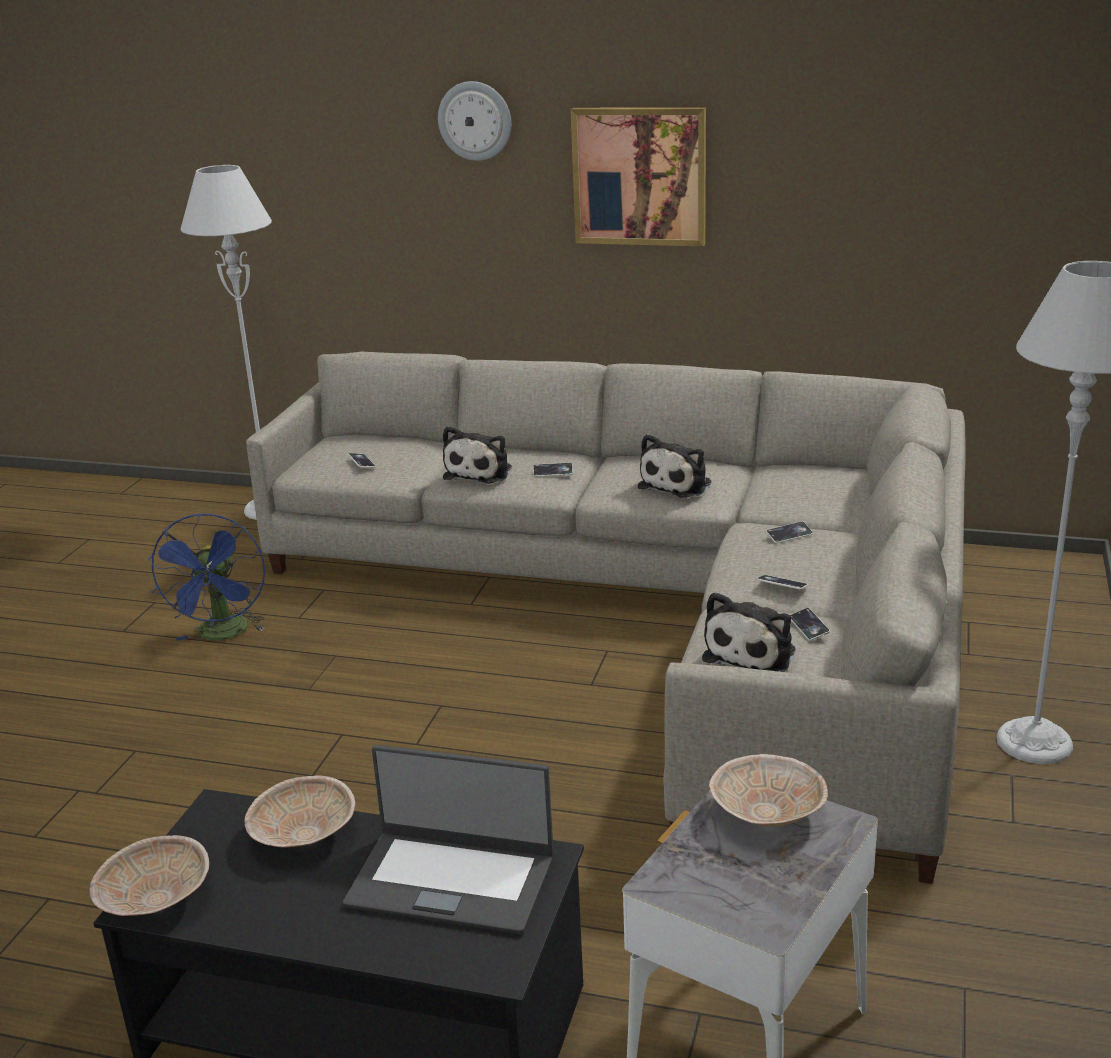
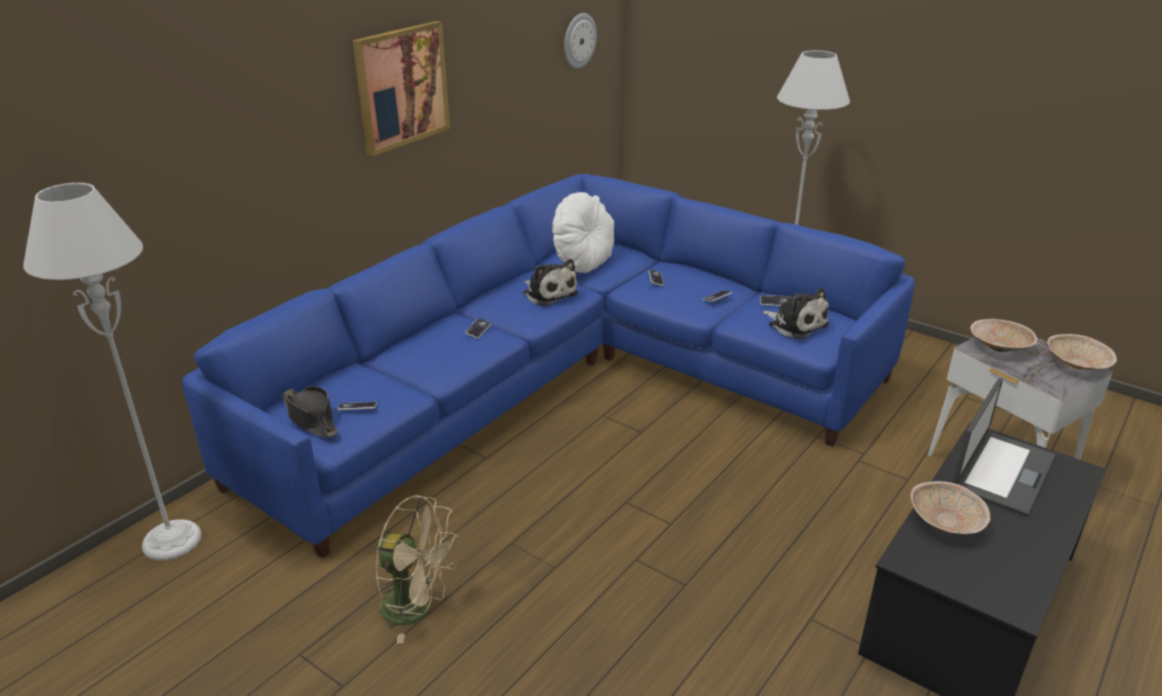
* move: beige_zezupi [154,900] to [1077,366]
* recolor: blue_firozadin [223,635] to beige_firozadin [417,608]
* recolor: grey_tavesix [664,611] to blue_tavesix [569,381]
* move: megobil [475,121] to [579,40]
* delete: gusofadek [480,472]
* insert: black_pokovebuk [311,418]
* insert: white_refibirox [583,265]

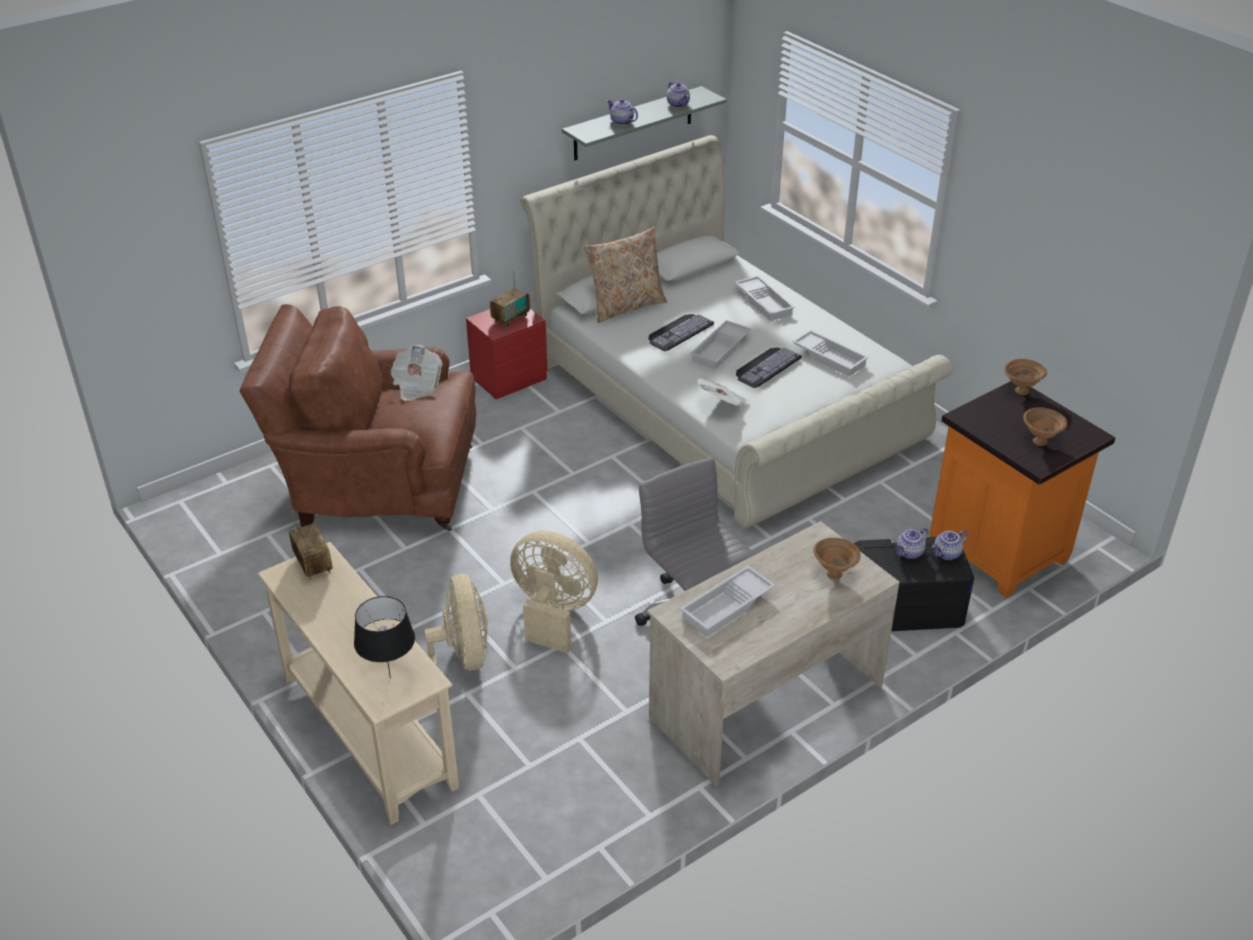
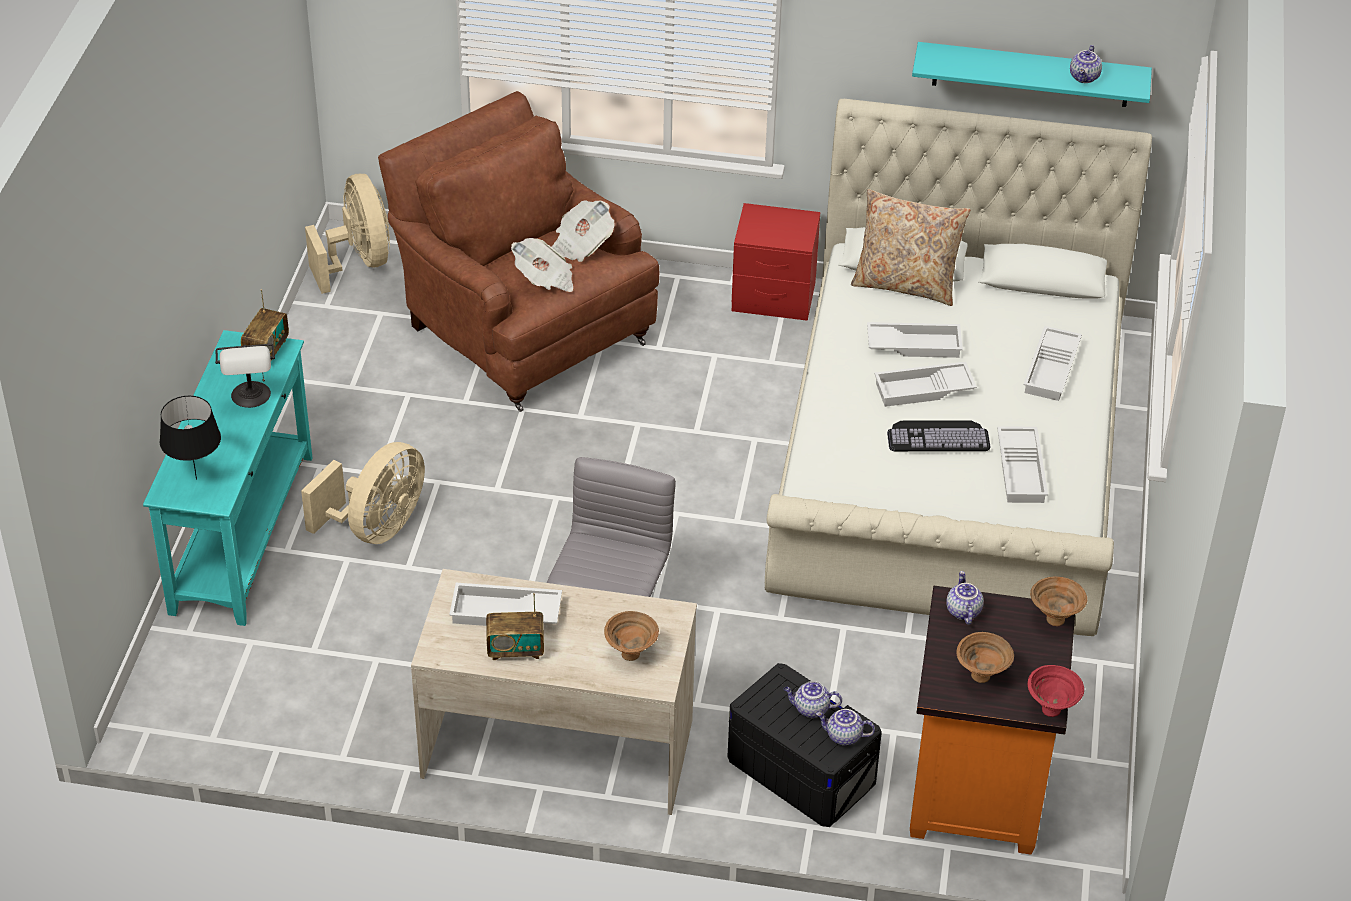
* recolor: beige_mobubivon [367,731] to turquoise_mobubivon [242,533]
* move: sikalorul [510,318] to [515,649]
* move: beige_firozadin [553,613] to [358,262]
* recolor: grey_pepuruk [633,124] to turquoise_pepuruk [1031,74]
* move: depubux [621,122] to [962,611]
* replace: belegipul [678,331] to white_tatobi [914,344]
* move: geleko [722,404] to [544,279]
* insert: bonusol [252,400]
* insert: red_zezupi [1051,708]

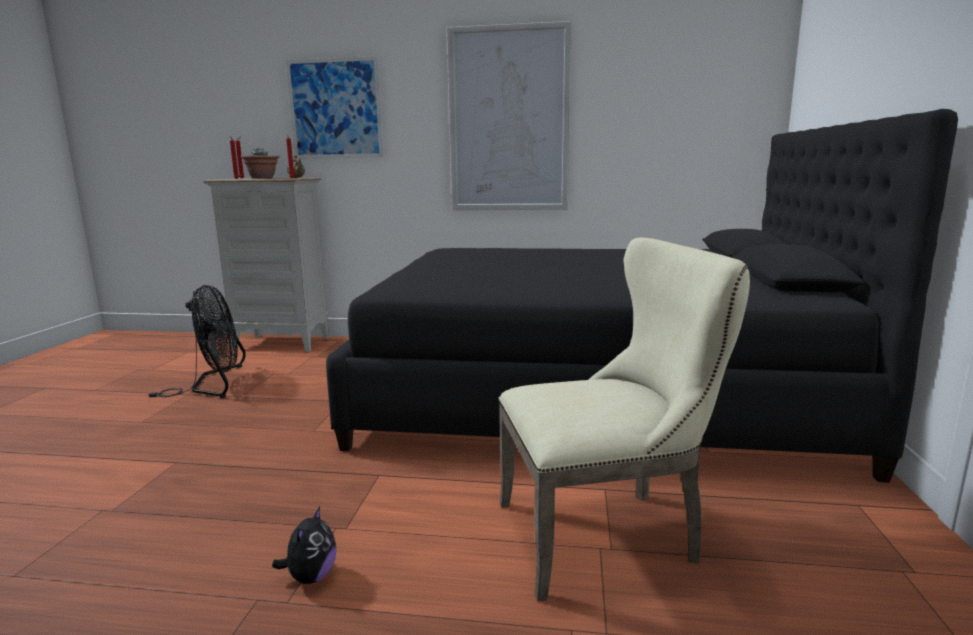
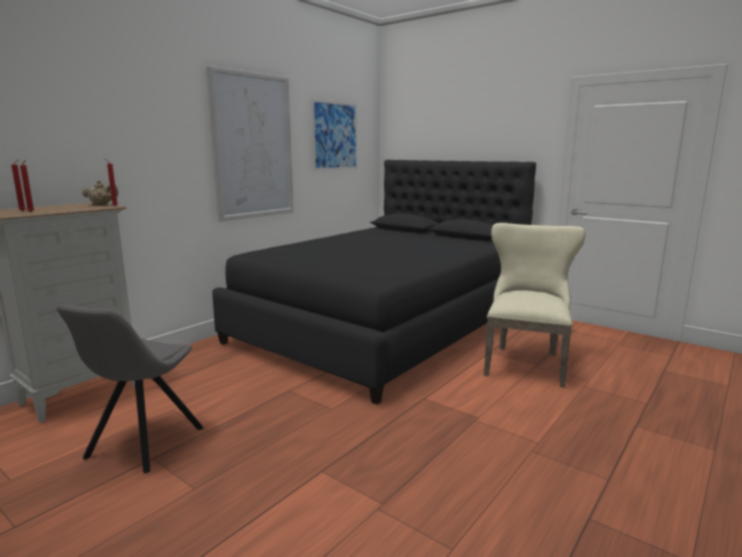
* replace: black_firozadin [212,384] to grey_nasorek [144,442]
* delete: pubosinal [262,178]
* delete: gusofadek [311,576]
* move: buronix [335,109] to [335,136]

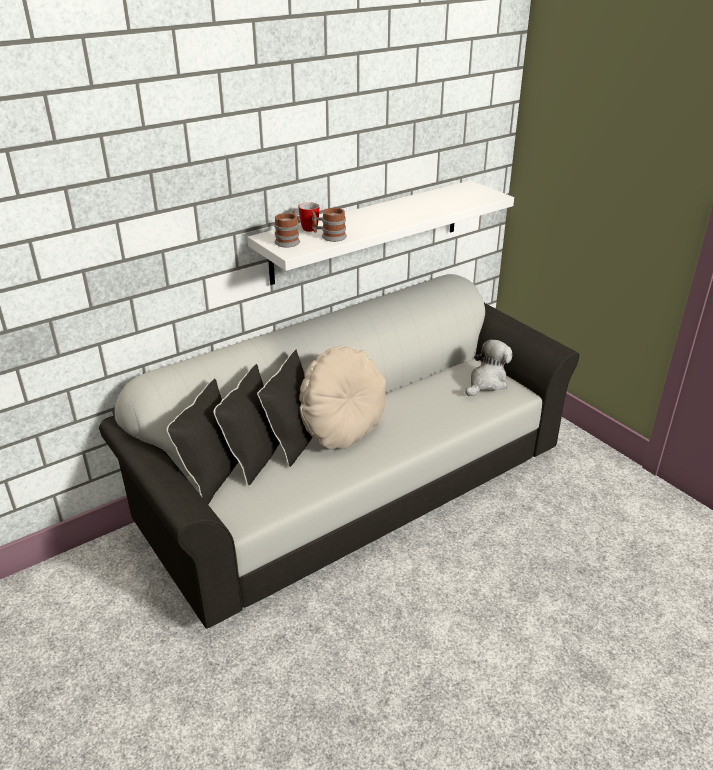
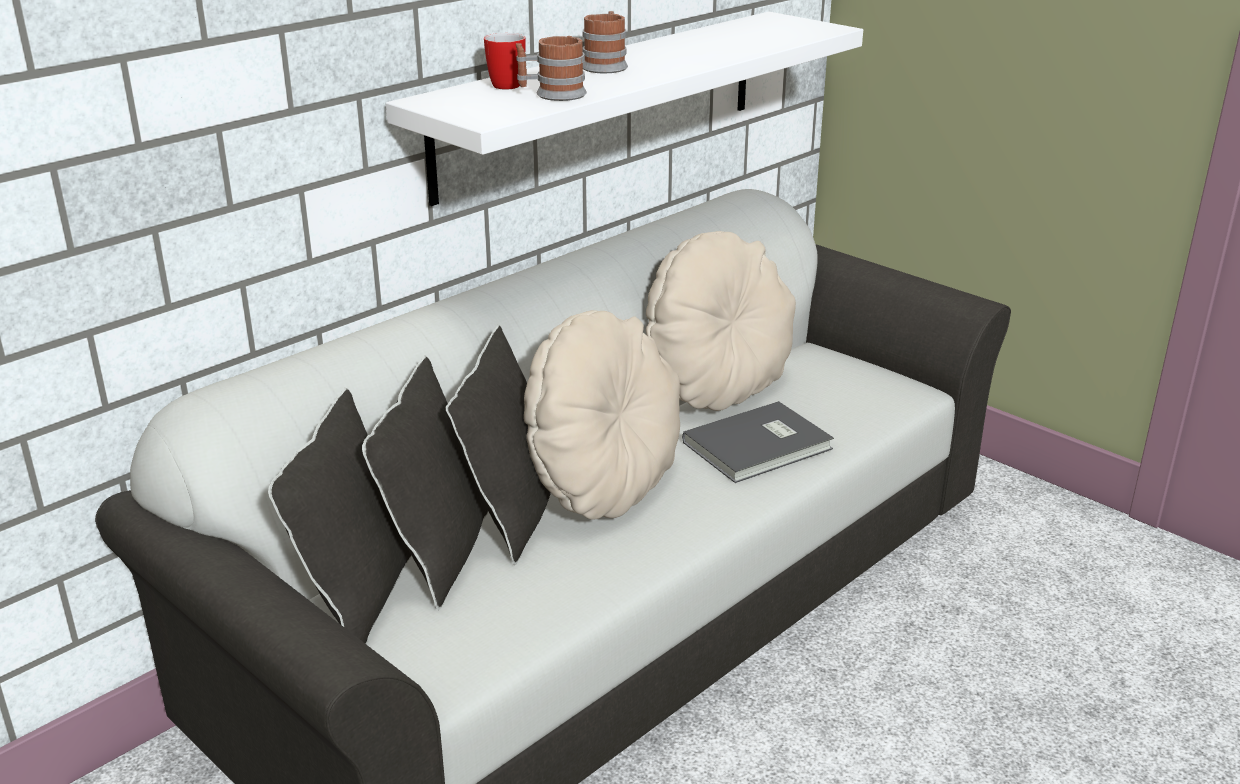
* move: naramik [289,241] to [606,65]
* delete: gusofadek [487,383]
* insert: beige_refibirox [718,392]
* insert: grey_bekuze [761,446]

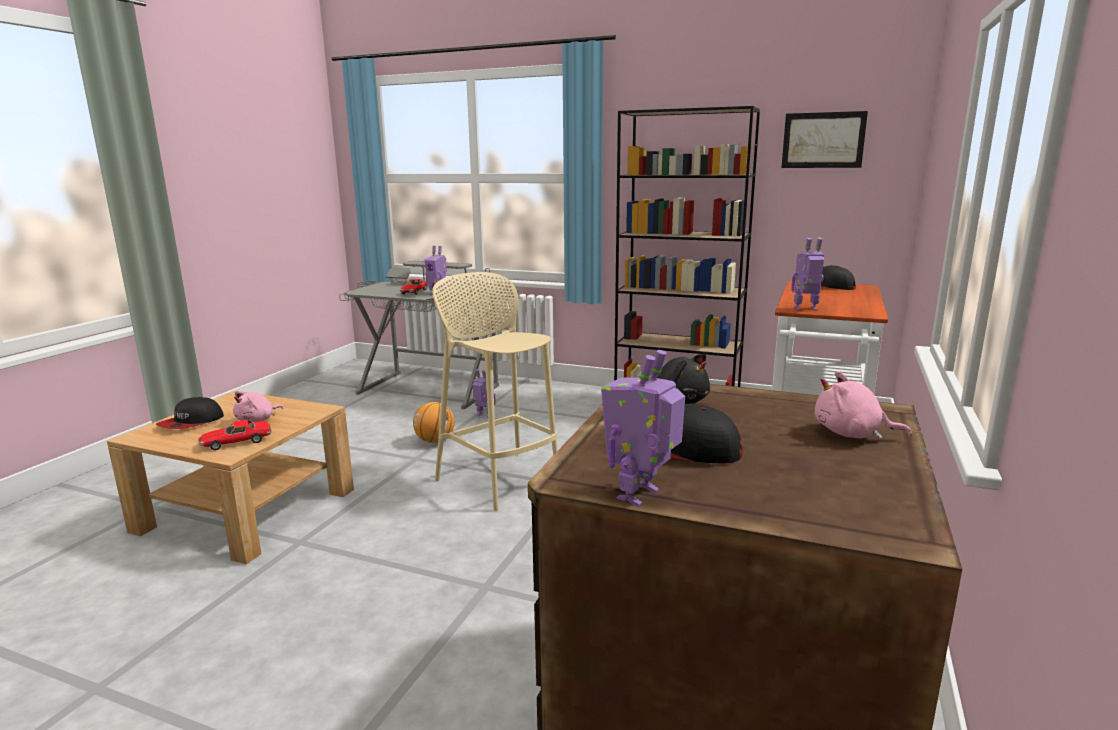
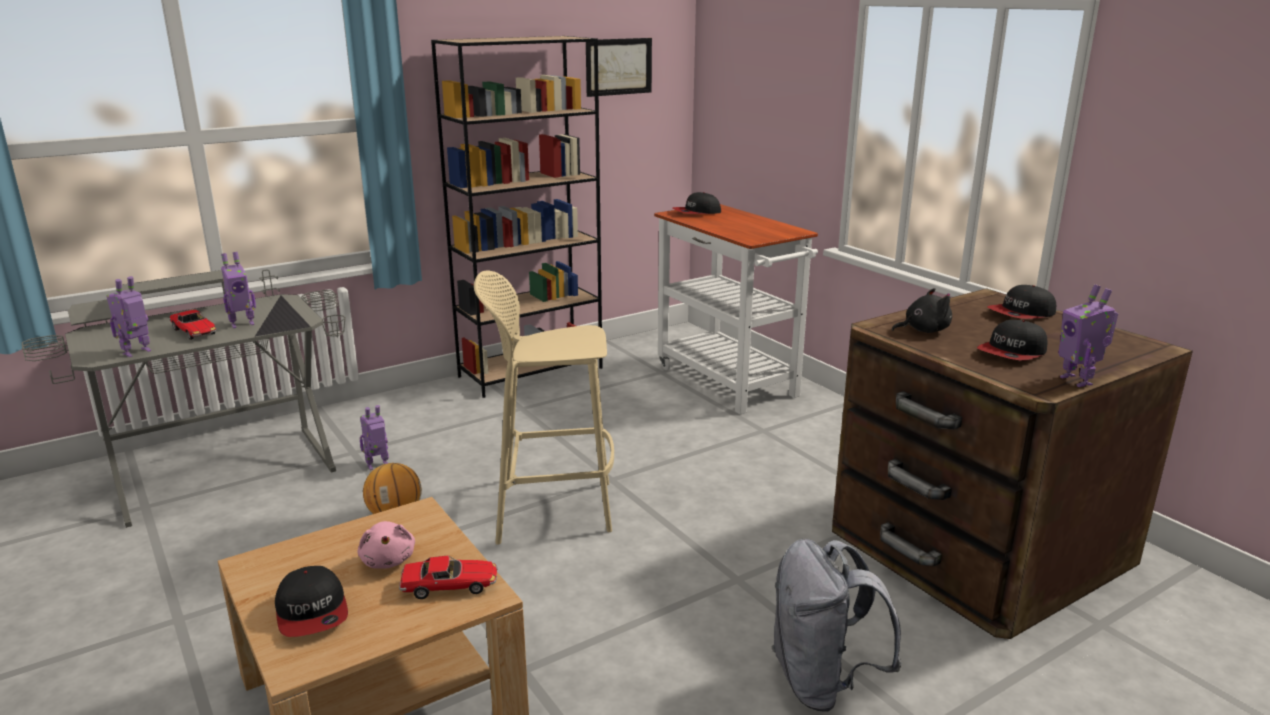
* rotate: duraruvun [236,442] = [450,586] 105 degrees counterclockwise
* move: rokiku [806,309] to [137,352]
* replace: pink_gusofadek [851,434] to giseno [1021,314]
* insert: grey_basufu [822,683]

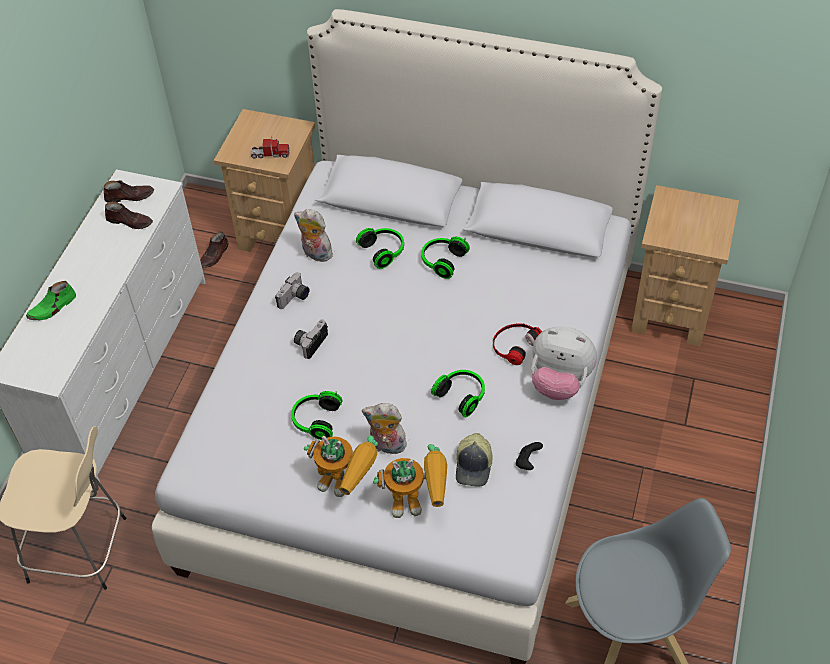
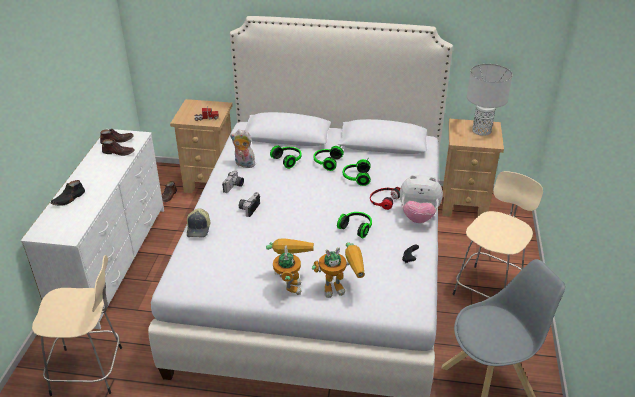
* recolor: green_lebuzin [52,308] to black_lebuzin [69,199]
* move: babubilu [315,420] to [356,178]
* rotate: rokiku [347,484] = [289,282] 105 degrees counterclockwise
* delete: gusofadek [386,446]
* move: giseno [474,466] to [199,229]
* insert: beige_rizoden [488,289]
* insert: white_bonusol [481,130]

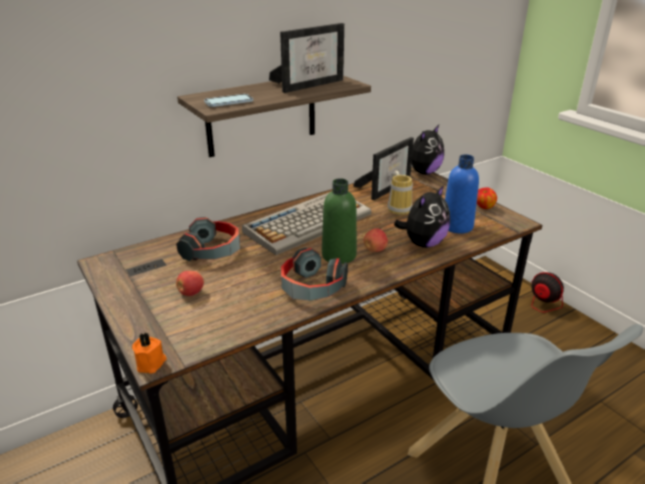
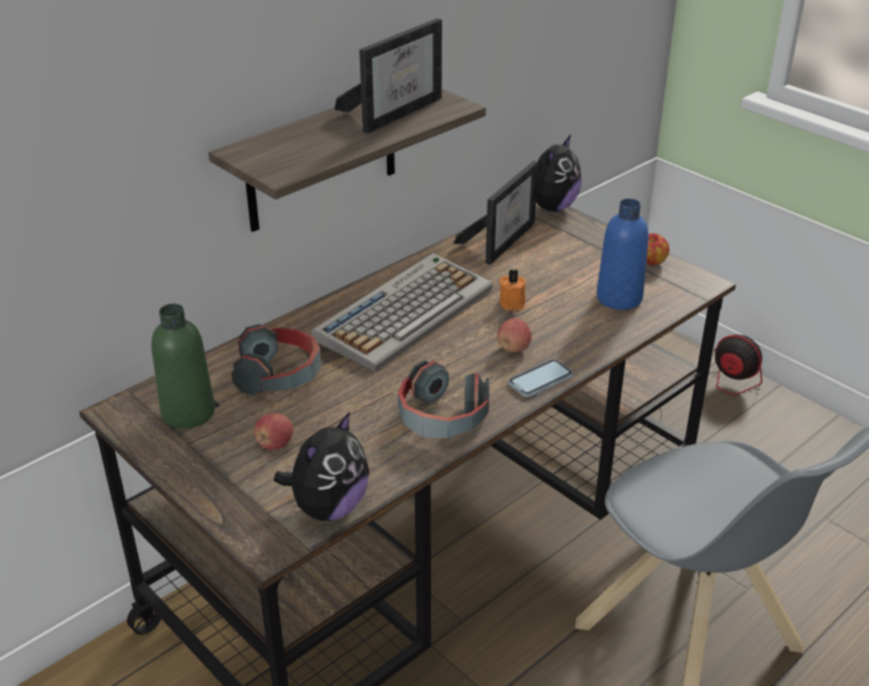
* move: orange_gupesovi [151,363] to [513,302]
* move: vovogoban [228,102] to [540,380]
* move: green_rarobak [339,255] to [188,412]
* delete: naramik [399,208]
* move: gusofadek [423,243] to [328,507]

